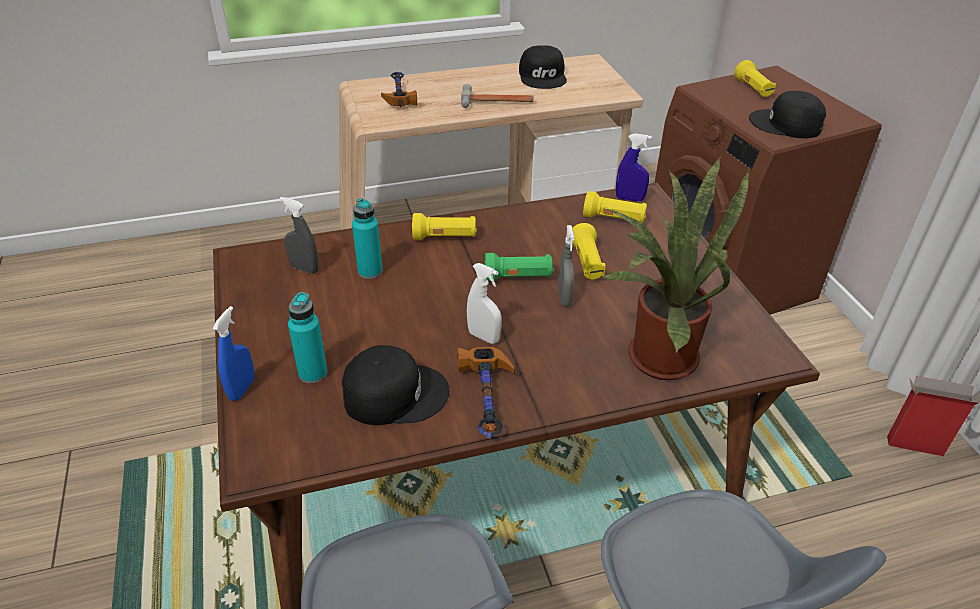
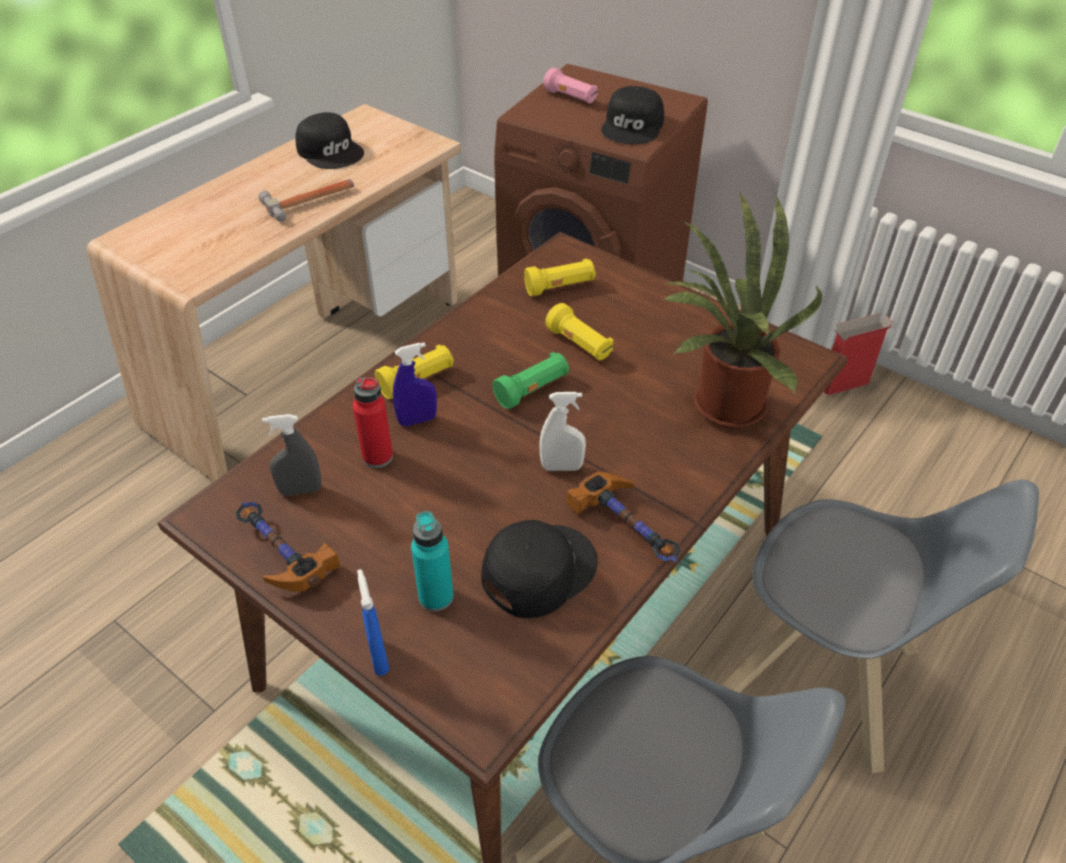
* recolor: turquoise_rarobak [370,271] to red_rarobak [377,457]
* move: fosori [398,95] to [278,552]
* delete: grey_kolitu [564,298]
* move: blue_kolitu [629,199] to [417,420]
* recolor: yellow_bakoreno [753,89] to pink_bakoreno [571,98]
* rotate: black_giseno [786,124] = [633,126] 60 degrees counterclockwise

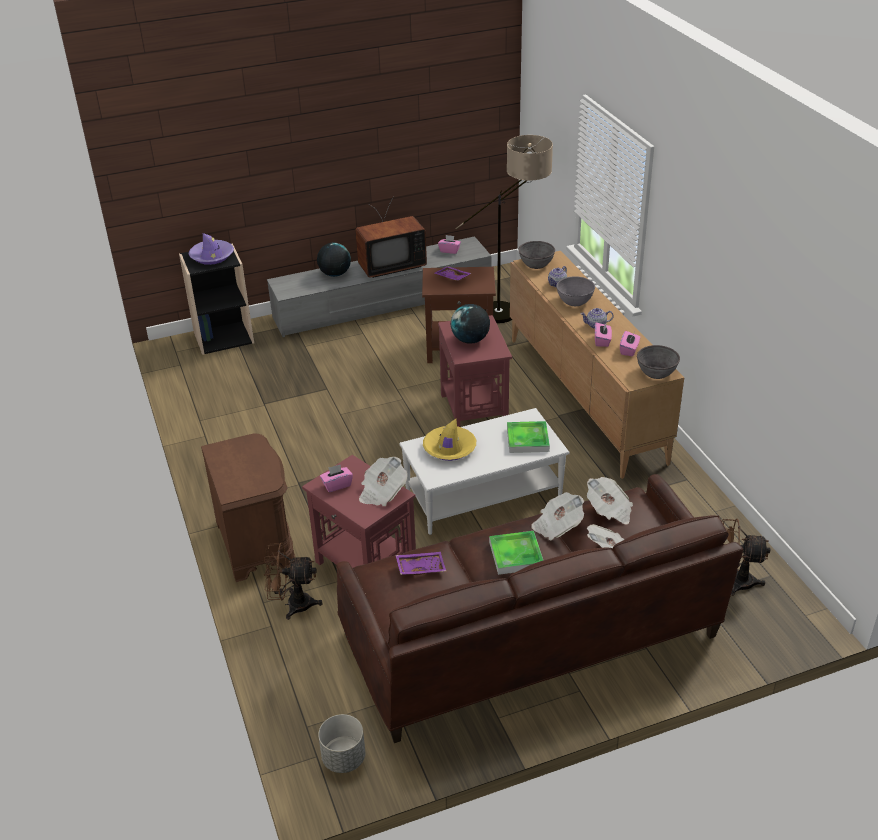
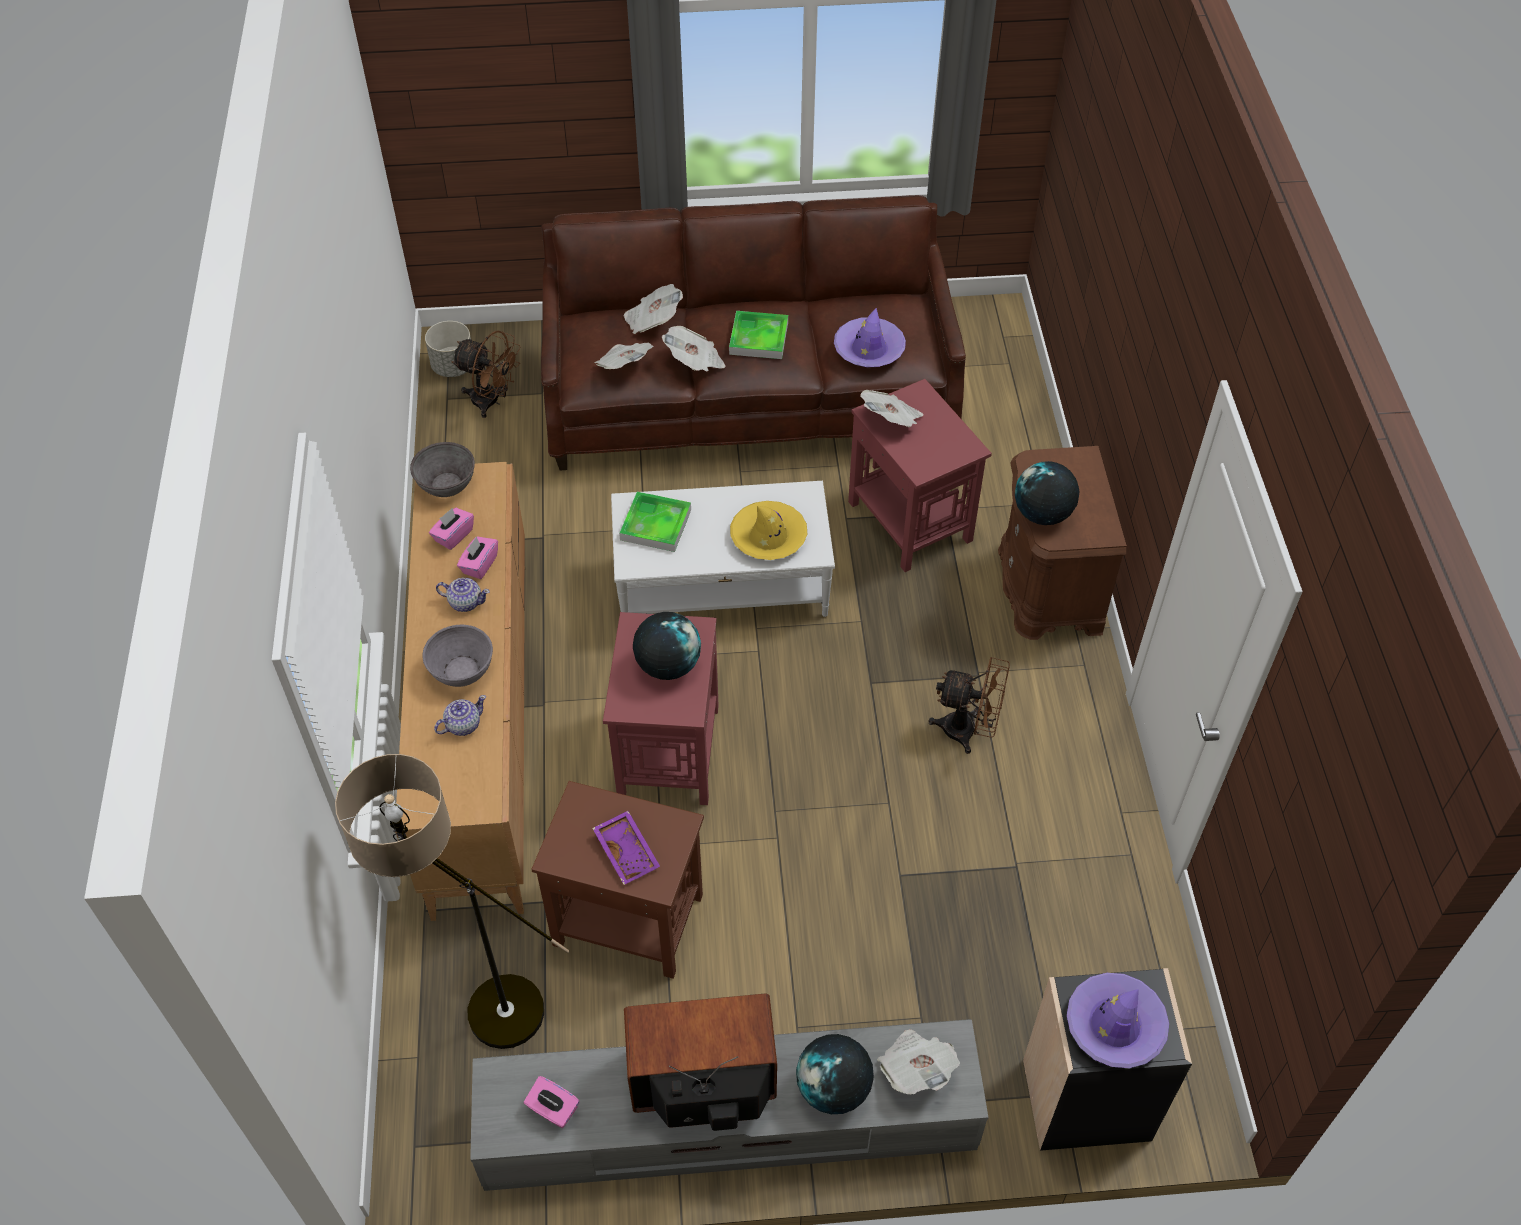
* move: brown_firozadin [292,604] to [968,731]
* move: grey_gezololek [343,758] to [453,366]
* delete: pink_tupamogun [337,485]
* replace: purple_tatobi [420,567] to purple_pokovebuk [869,349]
* delete: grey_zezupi [536,264]
* insert: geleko [916,1069]
* insert: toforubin [1042,514]

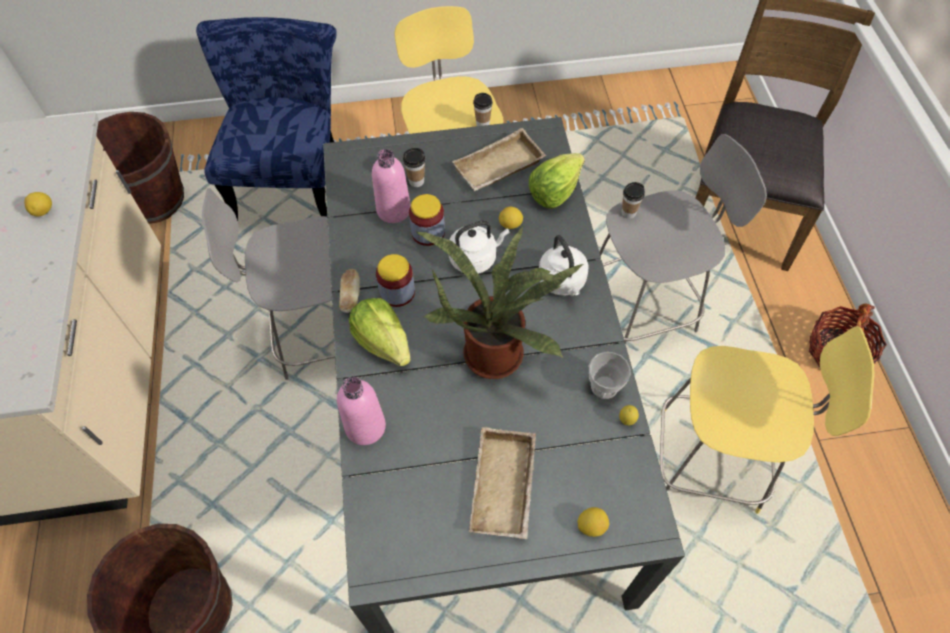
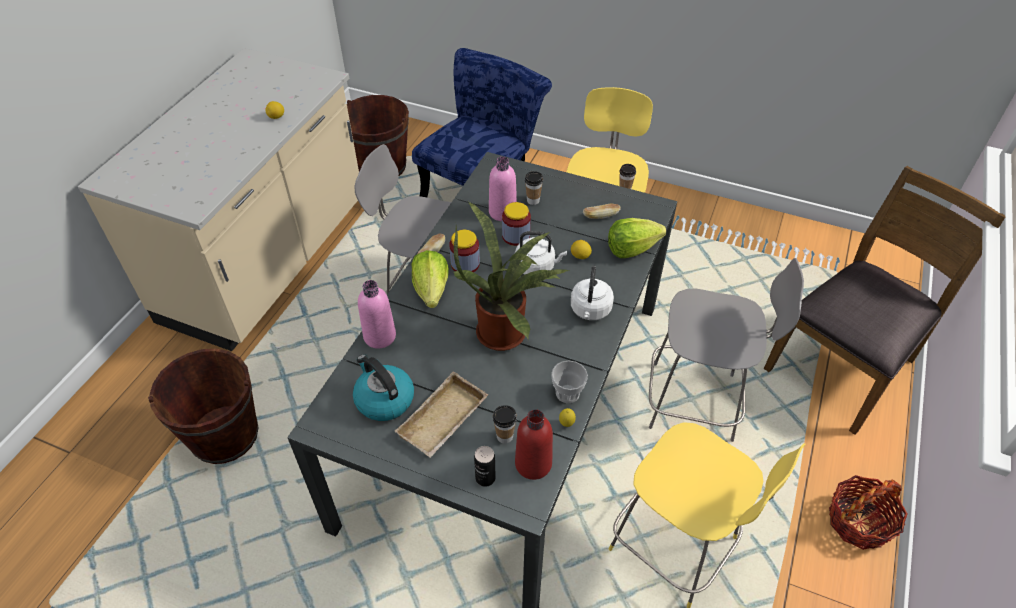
* replace: beige_tatobi [499,168] to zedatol [600,216]
* replace: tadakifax [591,526] to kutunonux [485,478]
* move: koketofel [628,213] to [504,436]
* insert: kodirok [384,399]
* insert: red_rarobak [533,464]

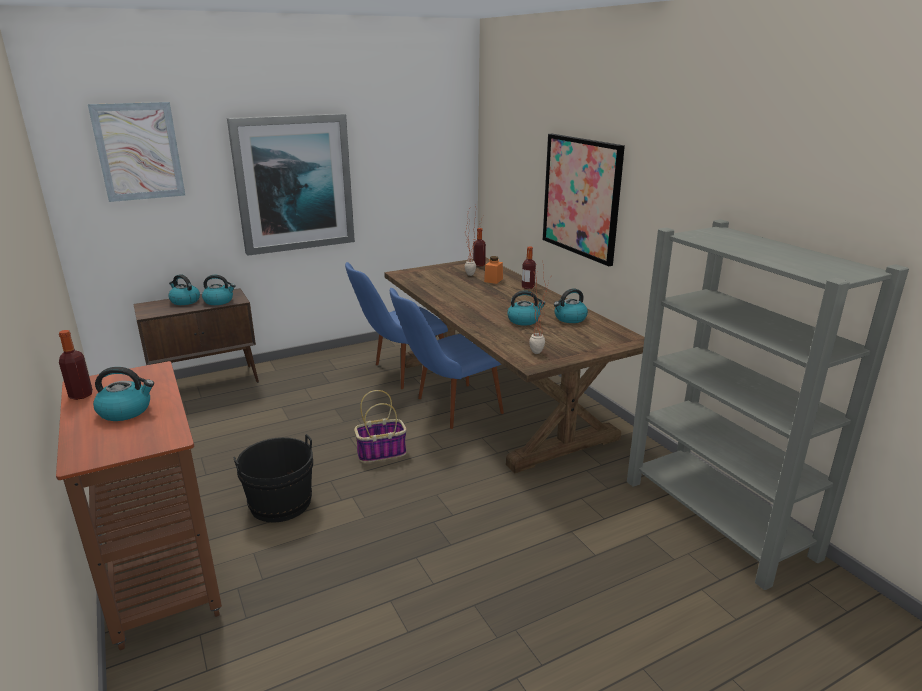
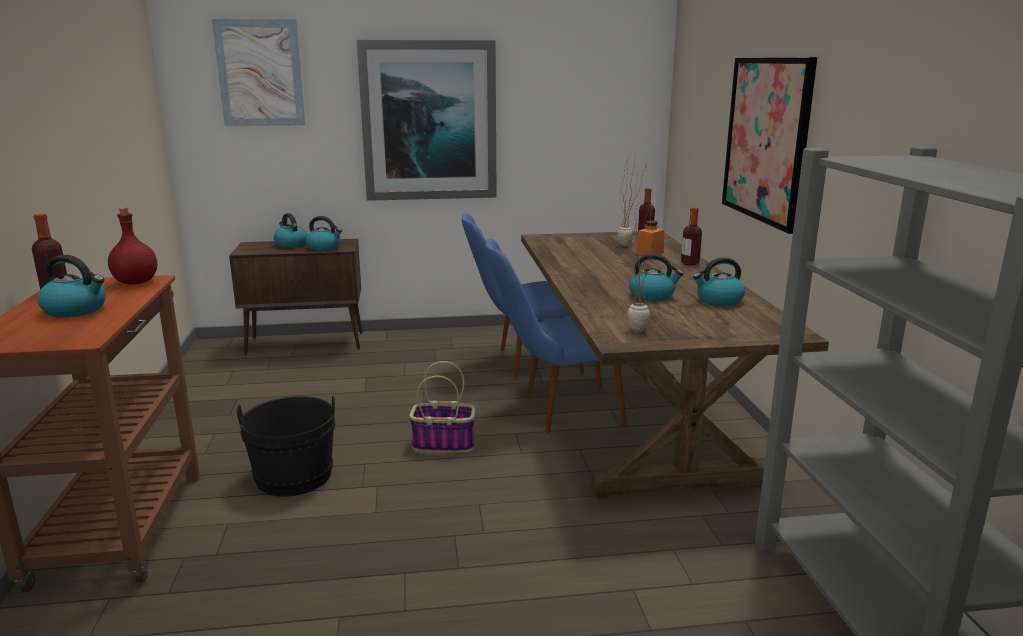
* insert: red_rarobak [135,282]

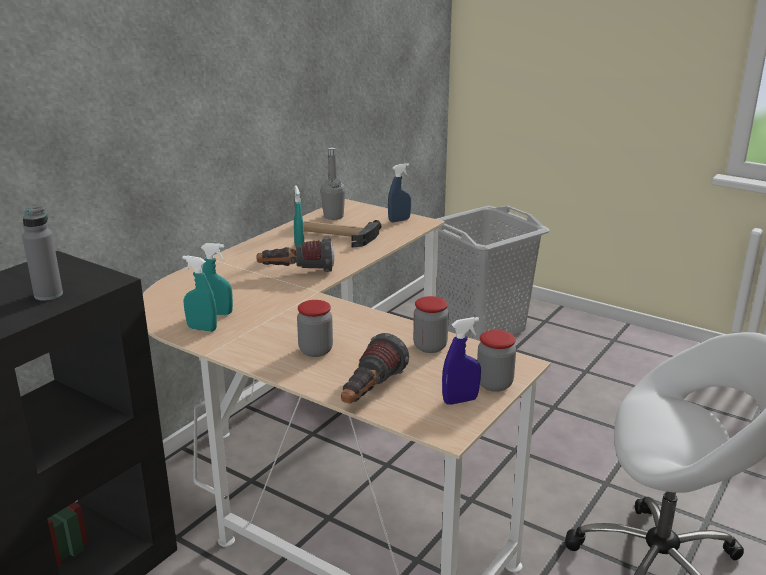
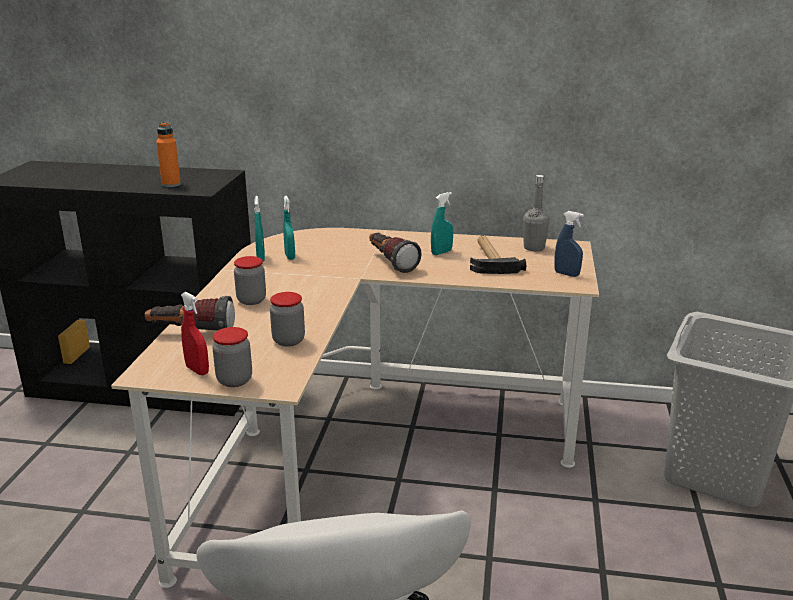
* recolor: grey_rarobak [48,295] to orange_rarobak [171,184]
* recolor: blue_kolitu [460,400] to red_kolitu [197,370]

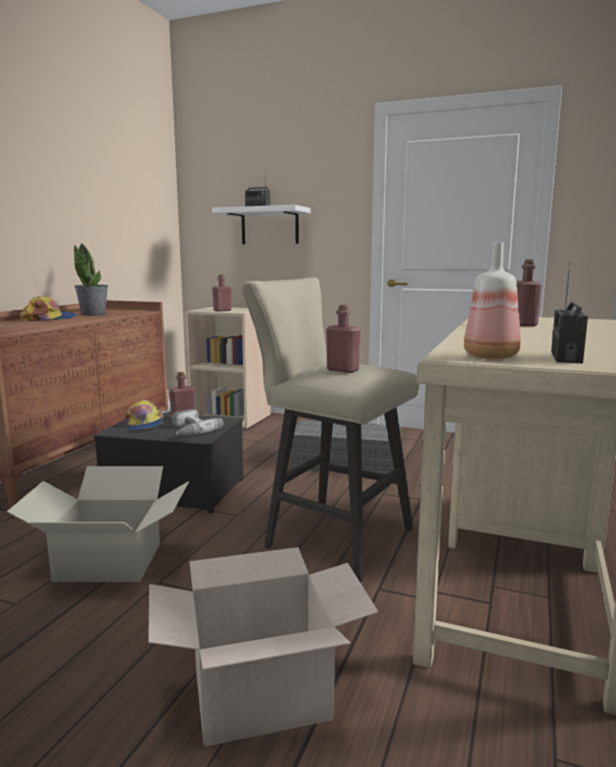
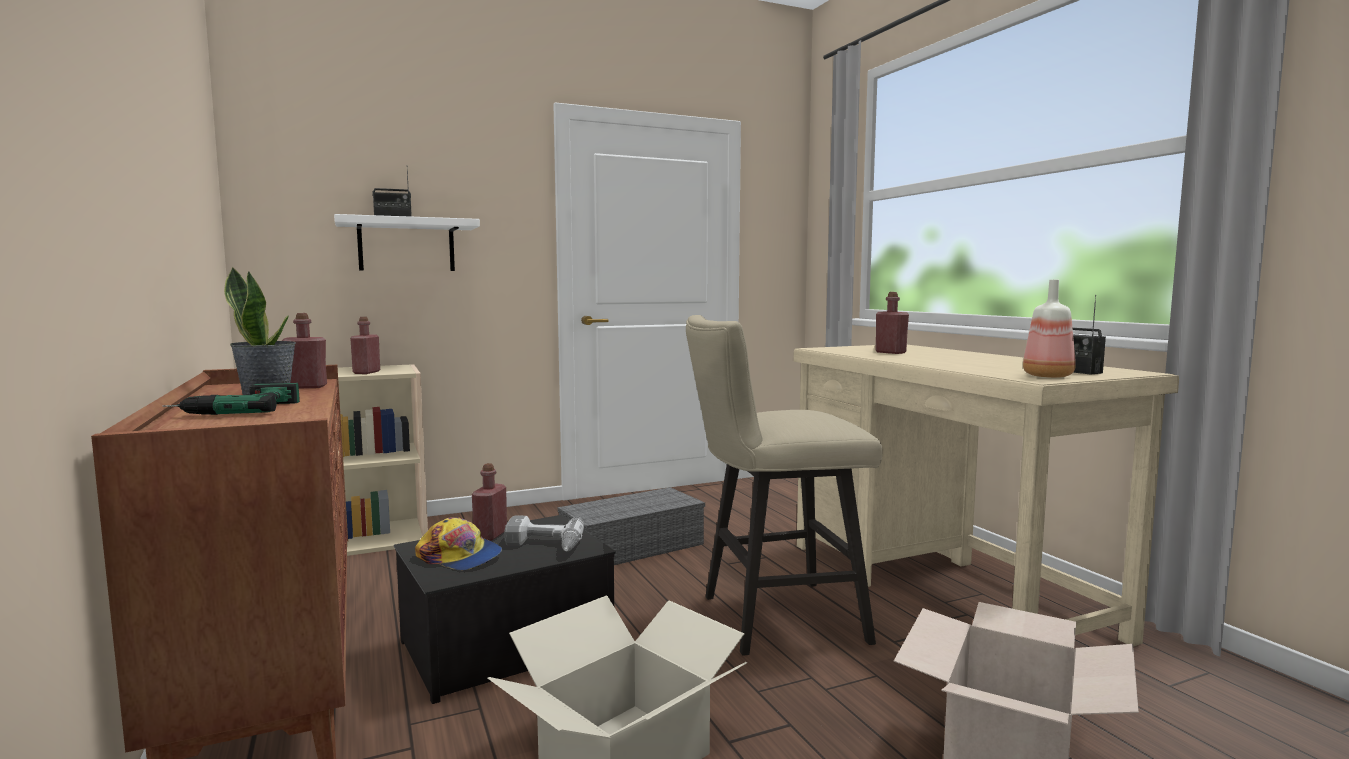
* replace: giseno [49,319] to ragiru [232,409]
* move: red_rarobak [342,370] to [307,387]

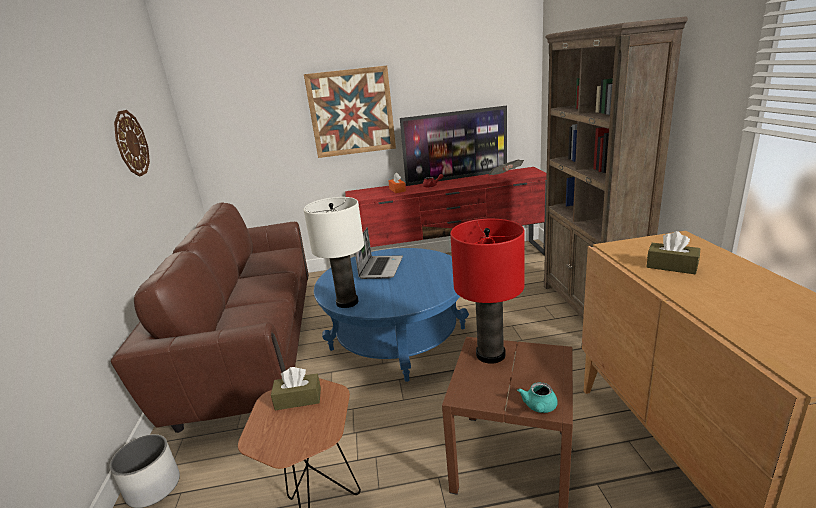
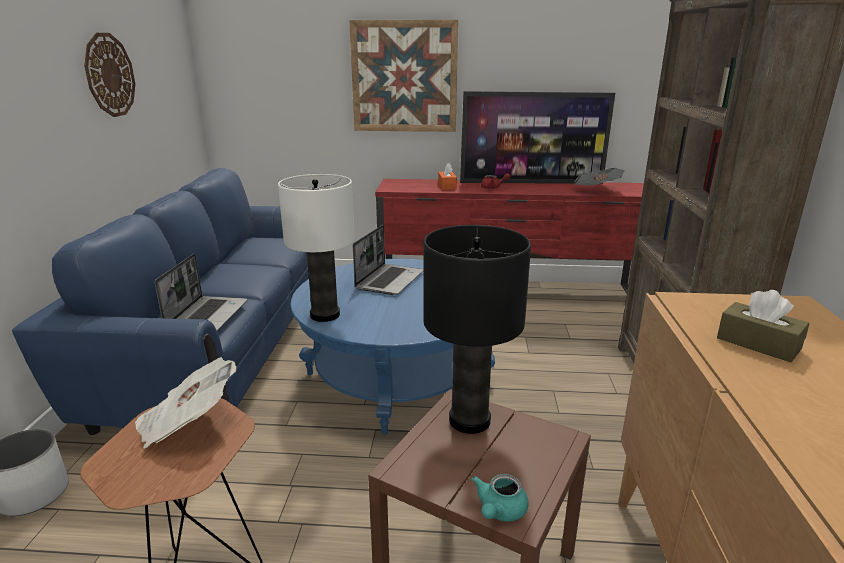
* recolor: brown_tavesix [250,345] to blue_tavesix [219,348]
* replace: brown_tupamogun [298,399] to geleko [187,423]
* recolor: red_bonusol [490,354] to black_bonusol [468,420]
* insert: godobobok [207,315]

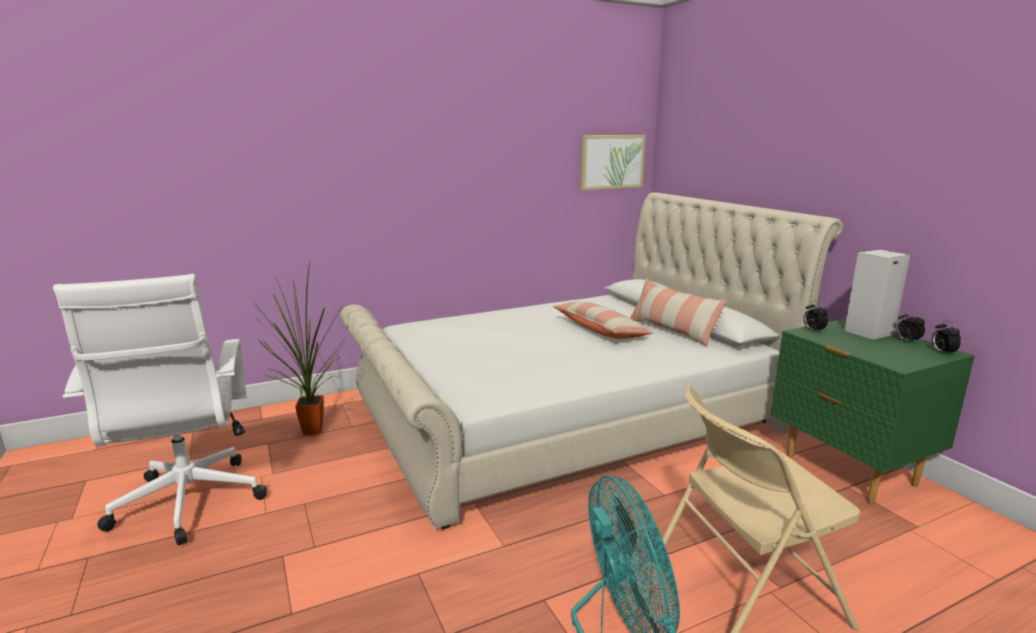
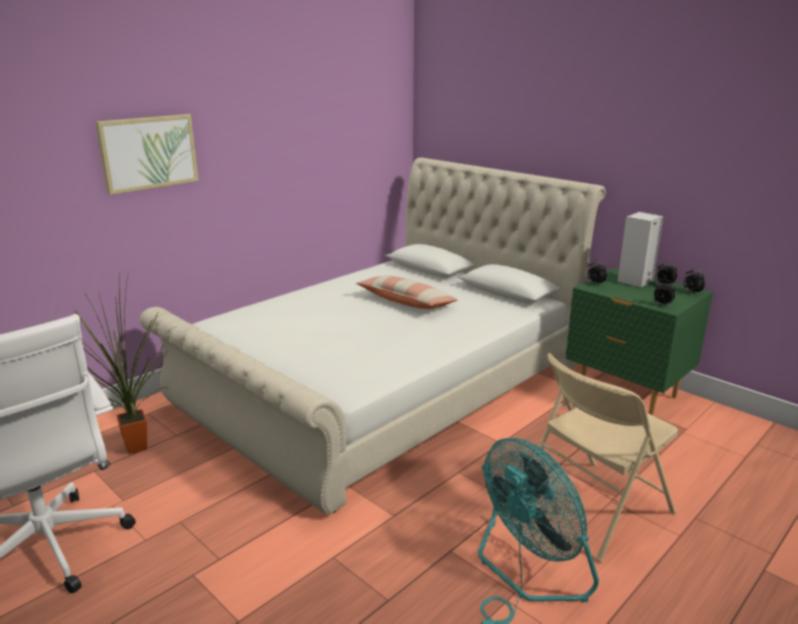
* move: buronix [612,162] to [148,152]
* delete: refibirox [672,331]
* insert: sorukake [661,305]

